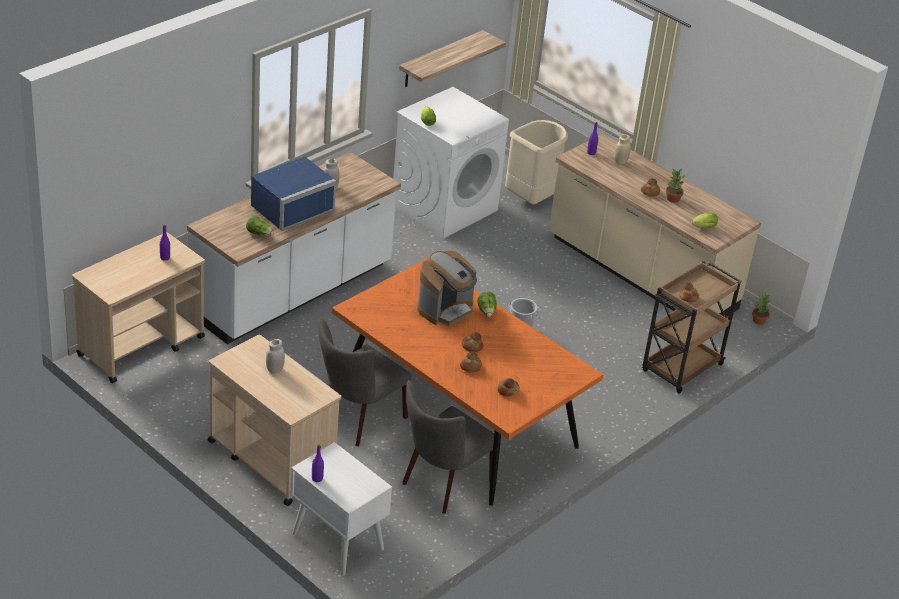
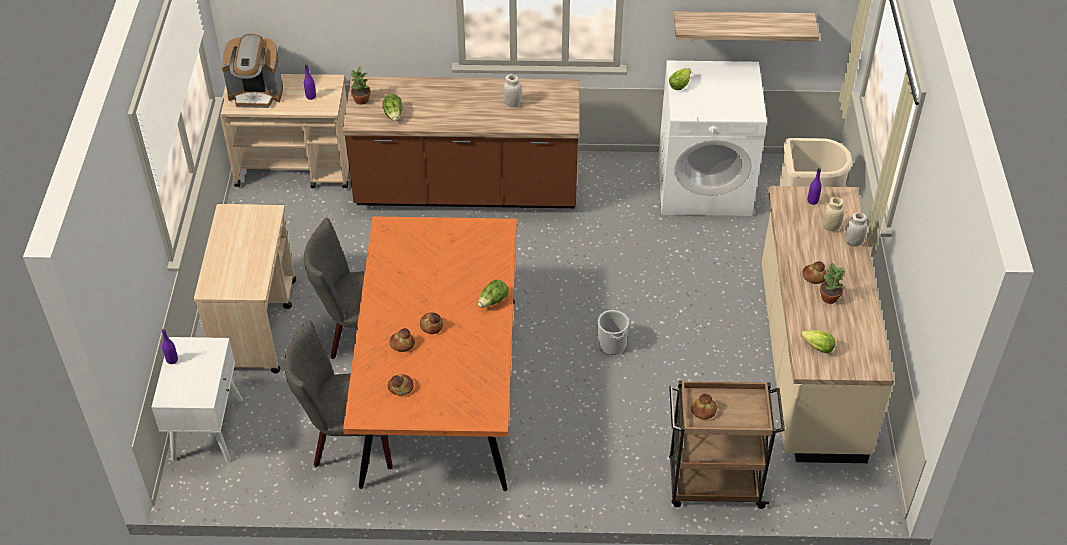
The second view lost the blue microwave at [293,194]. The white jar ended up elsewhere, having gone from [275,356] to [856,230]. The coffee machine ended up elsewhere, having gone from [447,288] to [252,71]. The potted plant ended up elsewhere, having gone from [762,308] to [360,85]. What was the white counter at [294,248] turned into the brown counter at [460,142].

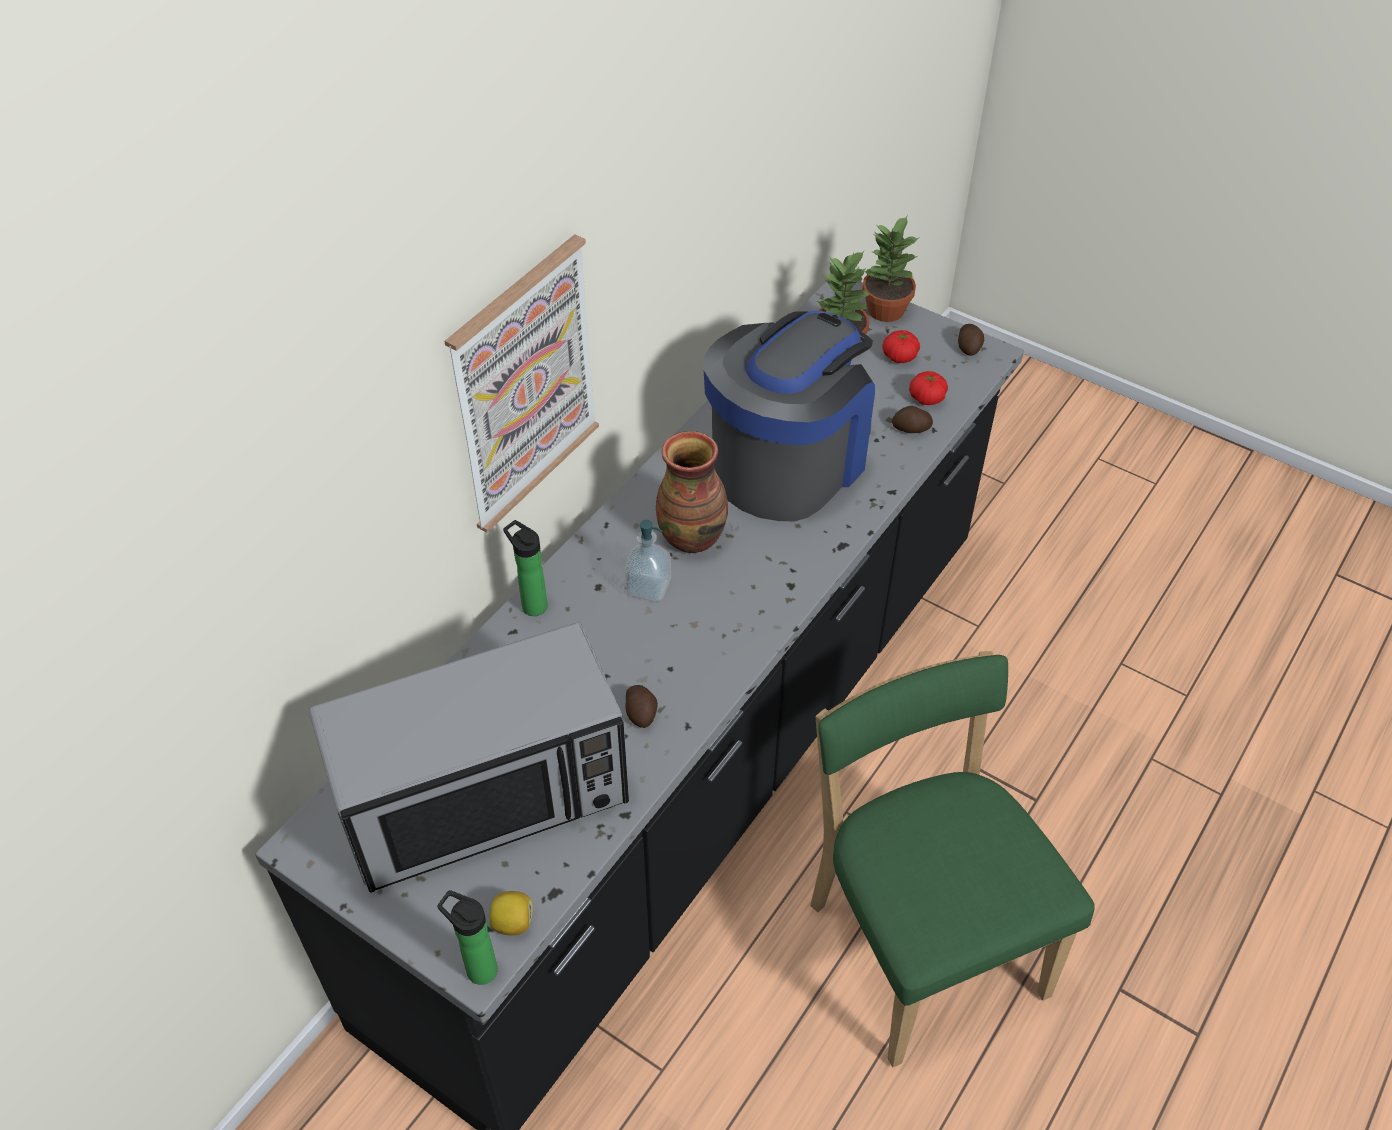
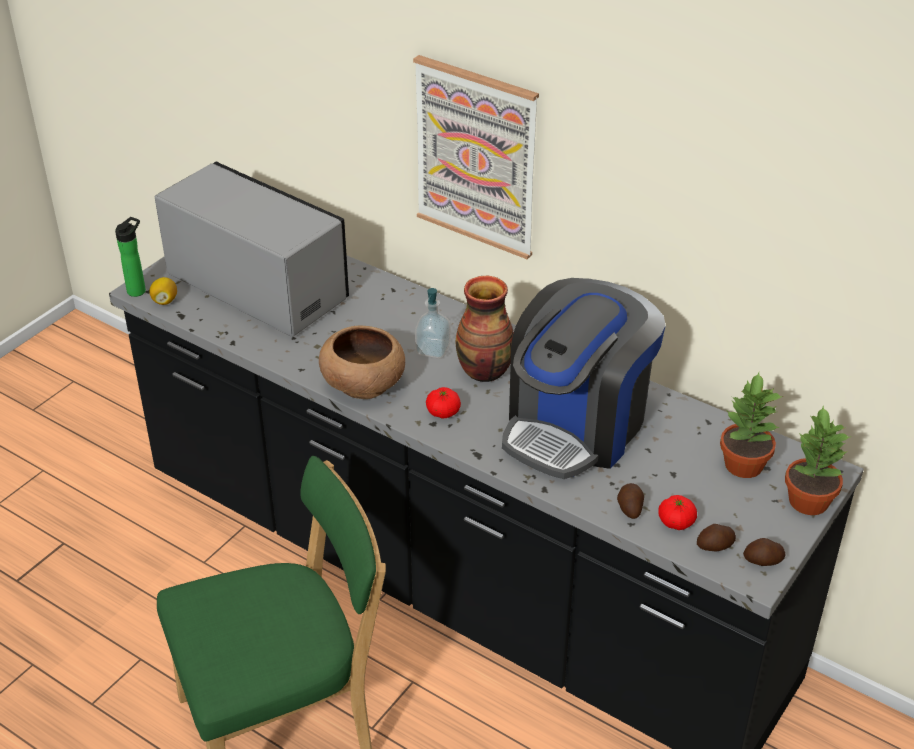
The second view lost the bottle at [525,568]. The second view gained the brown bowl at [362,362]. The potato ended up elsewhere, having gone from [641,706] to [716,538]. The tomato ended up elsewhere, having gone from [901,346] to [443,403]. The microwave at [469,757] ended up facing another way, 150 degrees clockwise from before. The coffee machine at [789,416] ended up facing another way, 90 degrees clockwise from before.

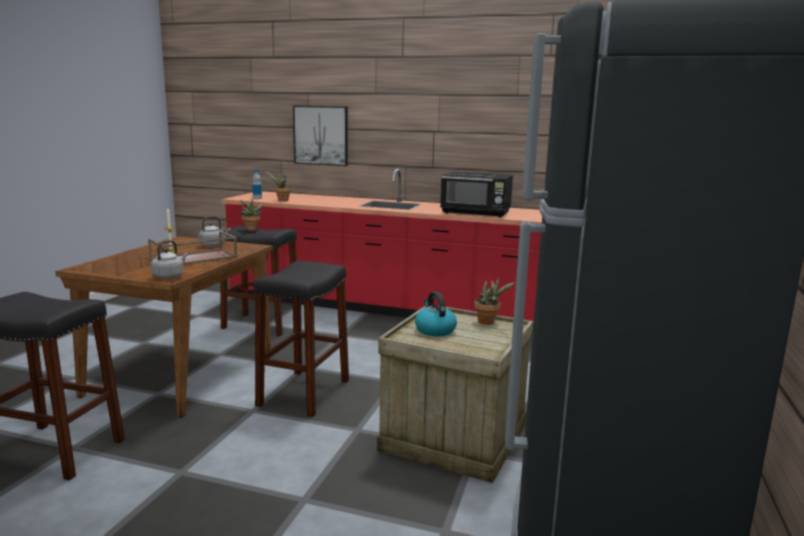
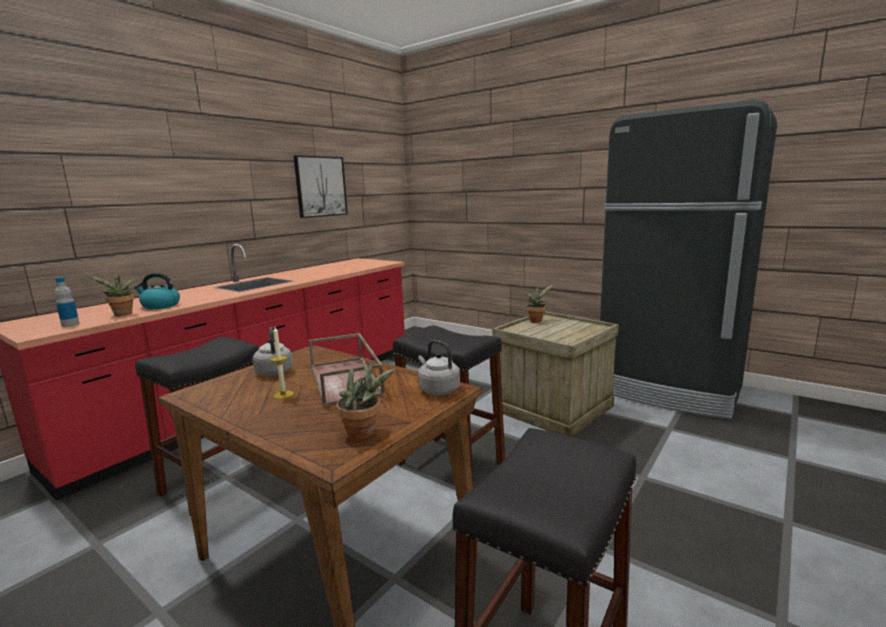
The second view lost the black microwave at [476,195]. The potted plant ended up elsewhere, having gone from [252,215] to [366,399]. The picture ended up elsewhere, having gone from [320,136] to [321,186]. The kettle ended up elsewhere, having gone from [436,314] to [157,291].

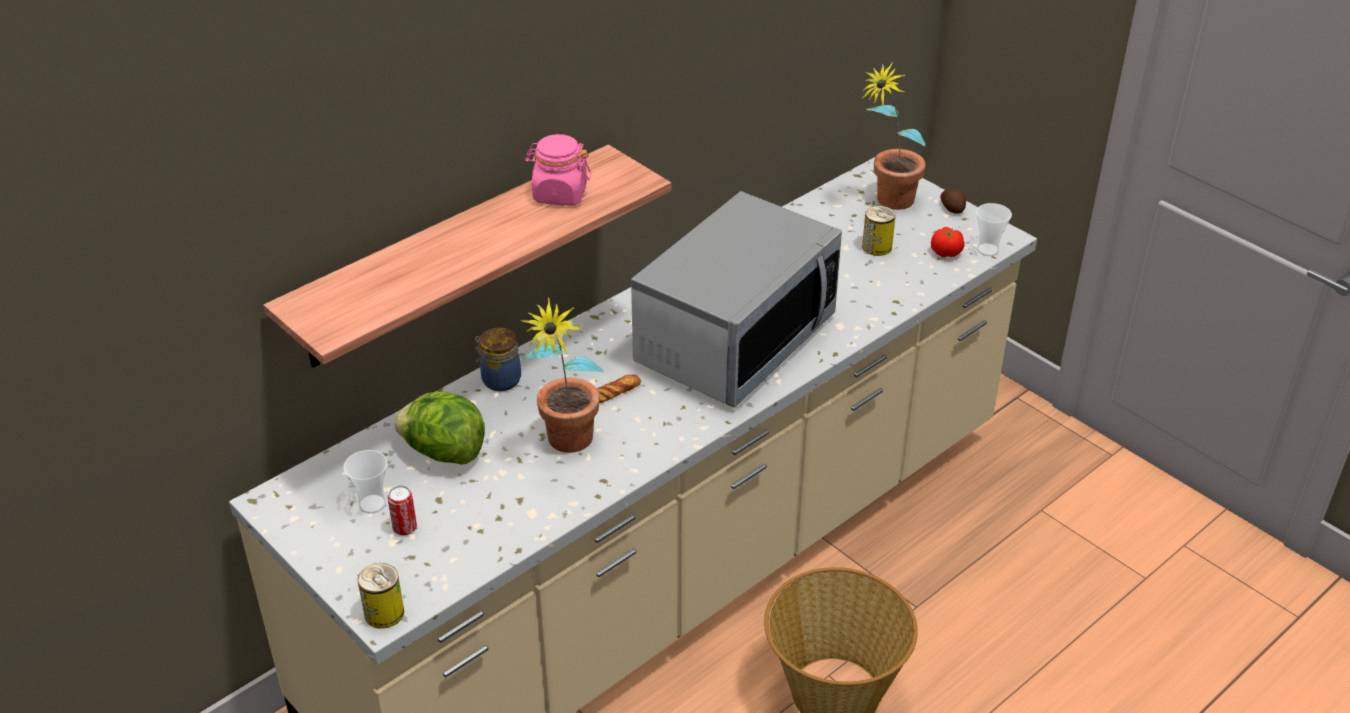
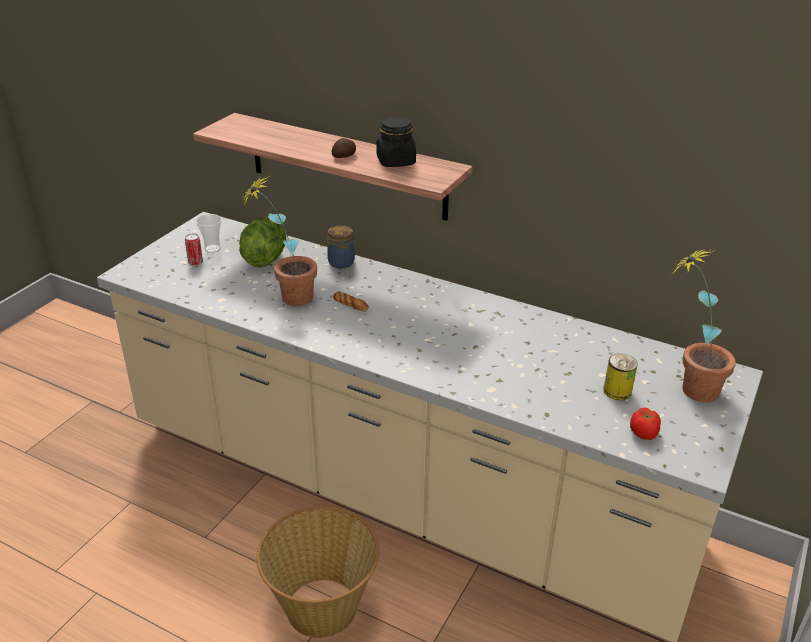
The second view lost the can at [381,596]. The second view lost the microwave at [736,299]. The second view lost the cup at [994,229]. The potato ended up elsewhere, having gone from [953,201] to [343,148]. What was the pink jar at [558,169] turned into the black jar at [396,142].

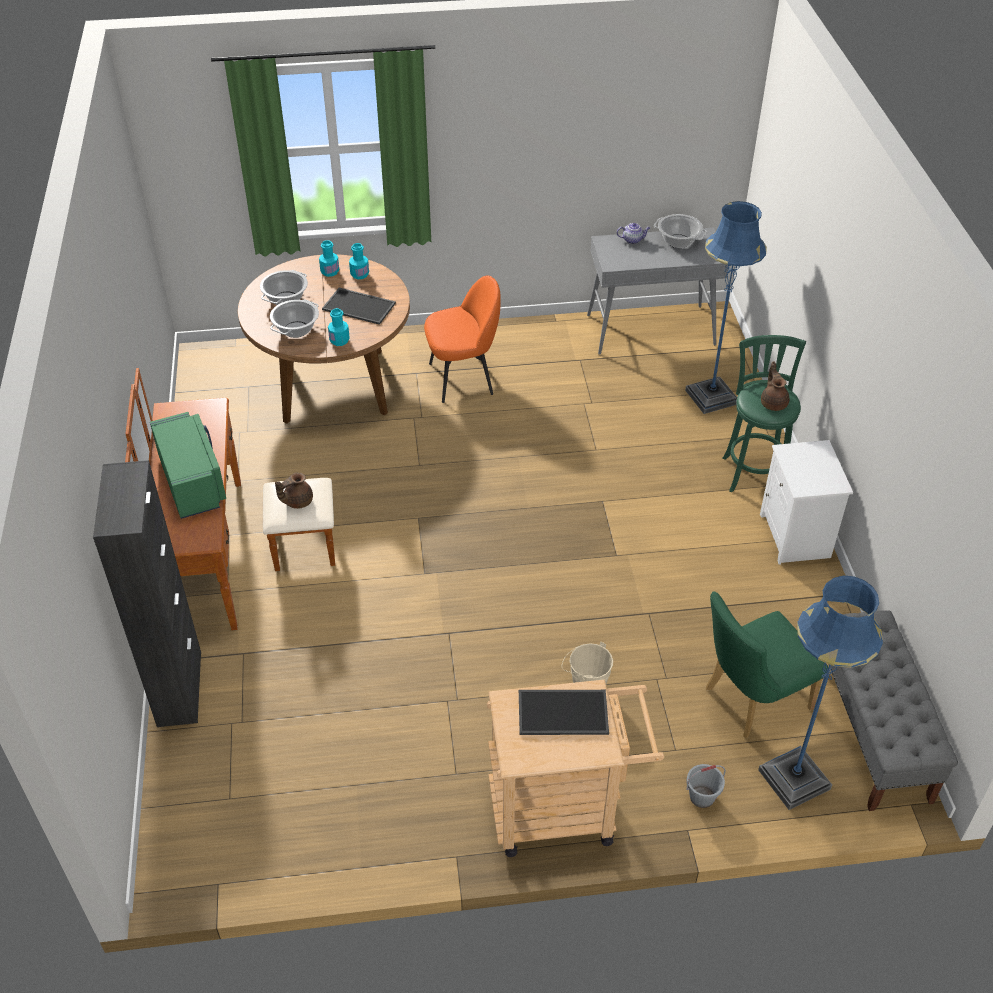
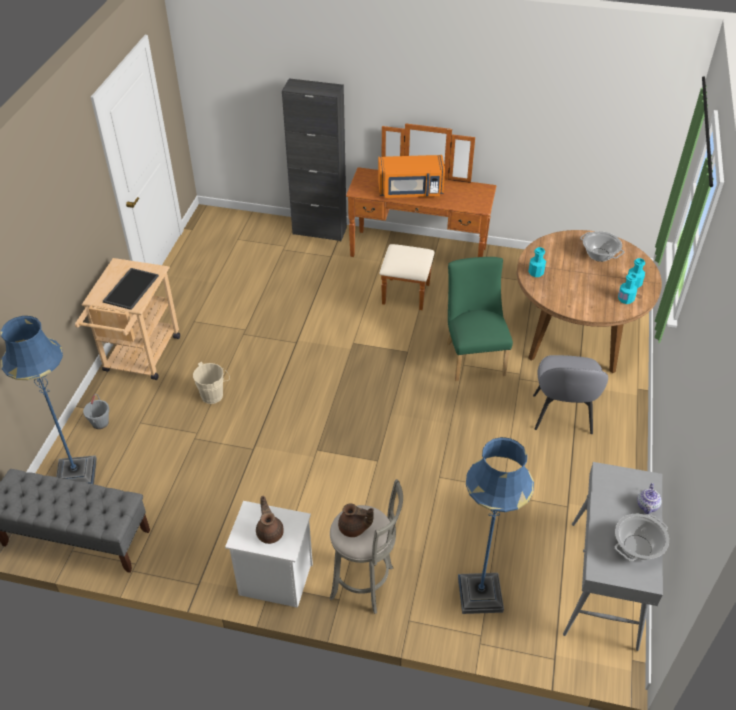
The second view lost the cooking pot at [294,319]. The second view lost the tray at [359,306]. The brown teapot ended up elsewhere, having gone from [294,490] to [270,520]. The green chair ended up elsewhere, having gone from [767,665] to [480,319]. What was the green microwave at [188,465] turned into the orange microwave at [411,176]. What was the orange chair at [462,339] turned into the grey chair at [570,394]. What was the green stool at [764,414] turned into the grey stool at [366,546].

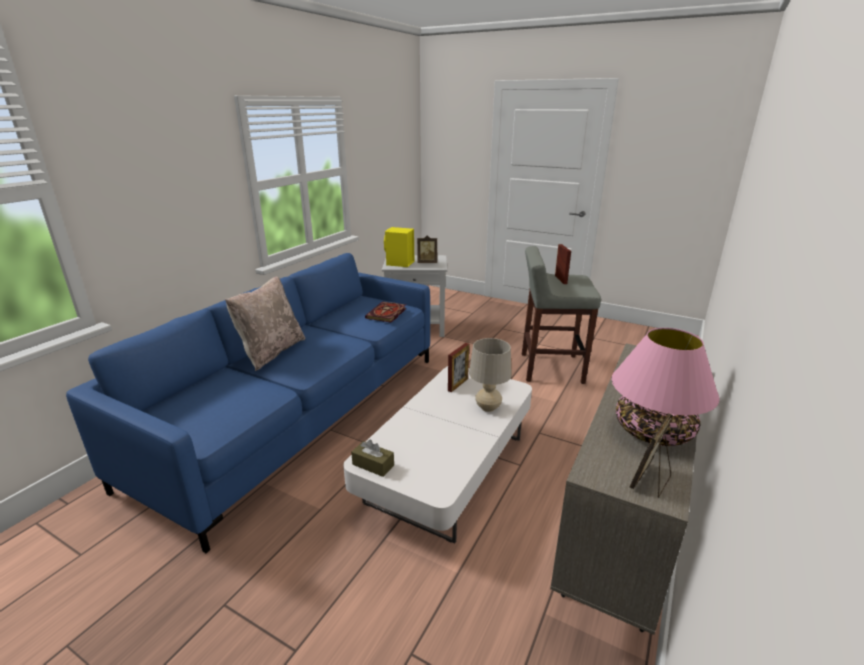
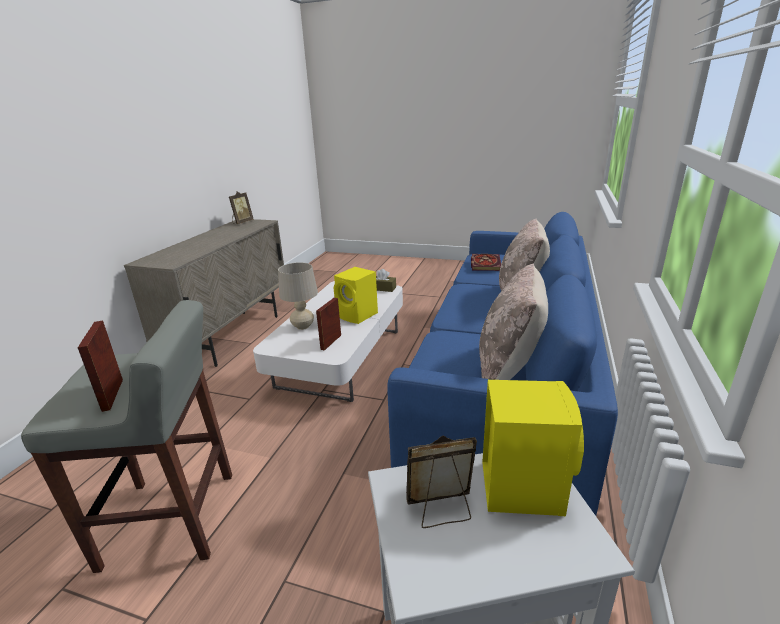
The second view lost the pink table lamp at [666,387]. The second view gained the yellow speaker at [356,295]. The second view gained the beige pillow at [513,321]. The book ended up elsewhere, having gone from [385,312] to [486,262].

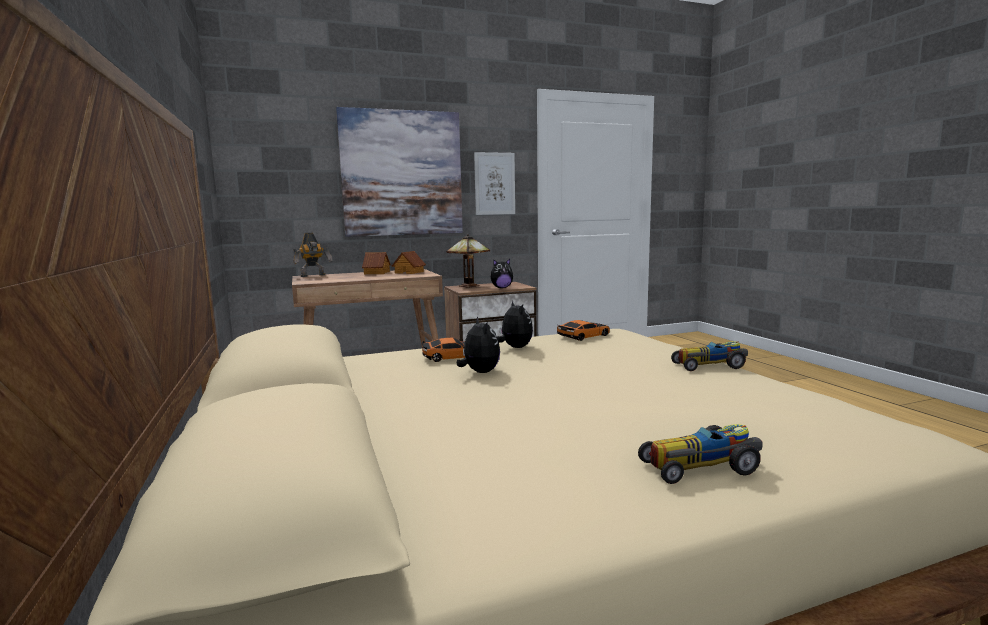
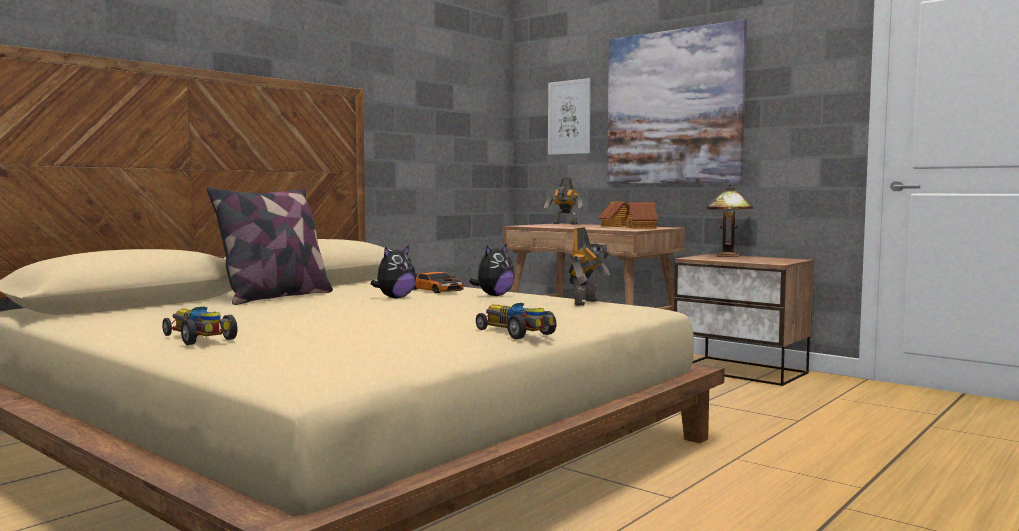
The second view lost the plush toy at [502,273]. The second view gained the pillow at [269,245]. The picture ended up elsewhere, having gone from [494,183] to [569,116]. Where the toy car stood at [583,330], the toy robot came to stand at [590,266].

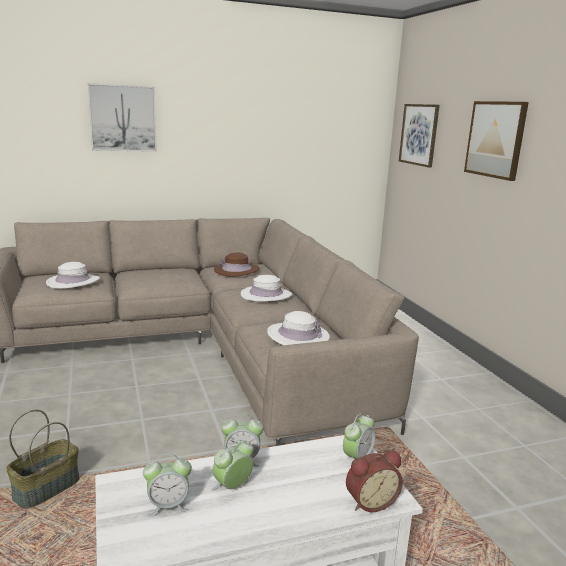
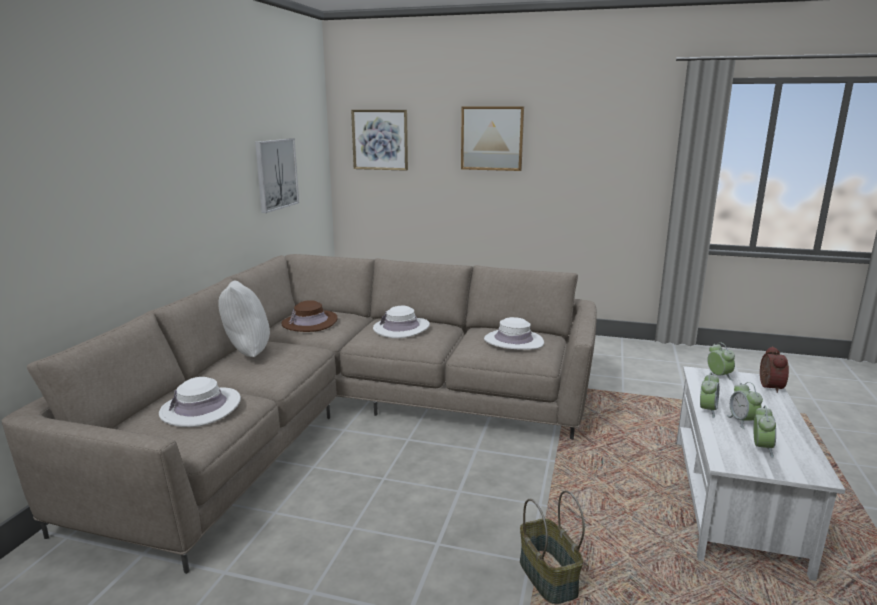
The second view gained the white pillow at [244,319]. The picture ended up elsewhere, having gone from [122,117] to [277,175].

